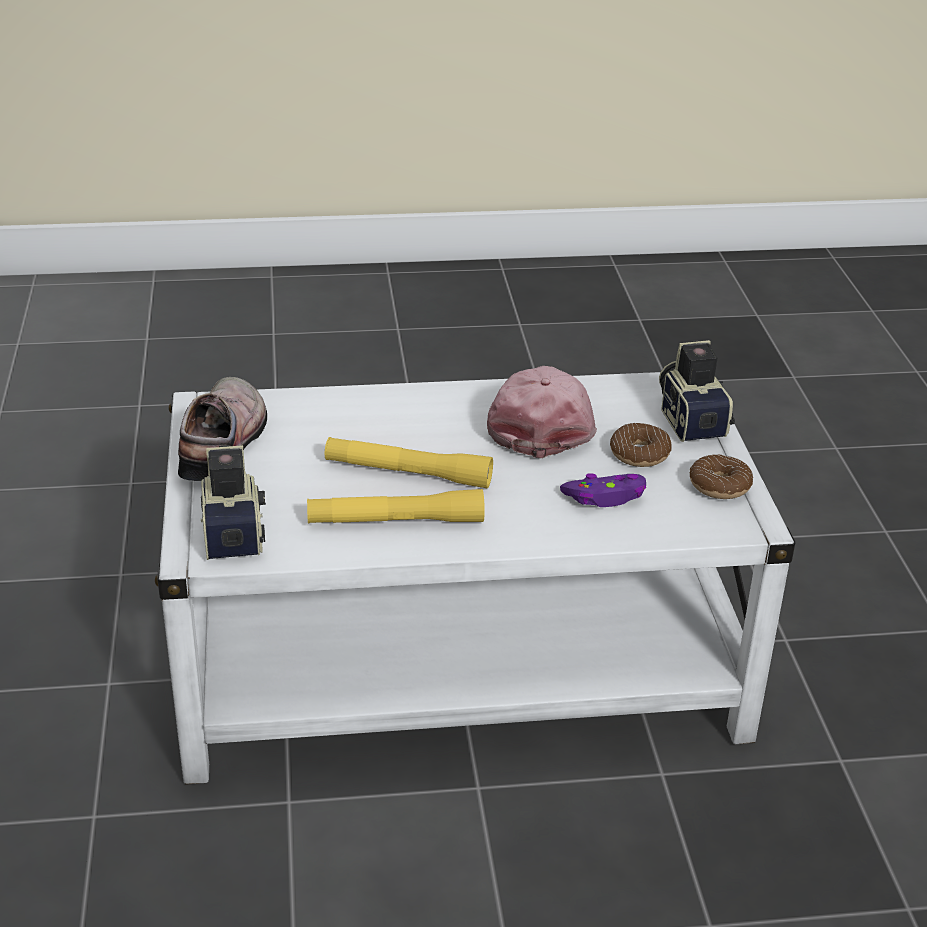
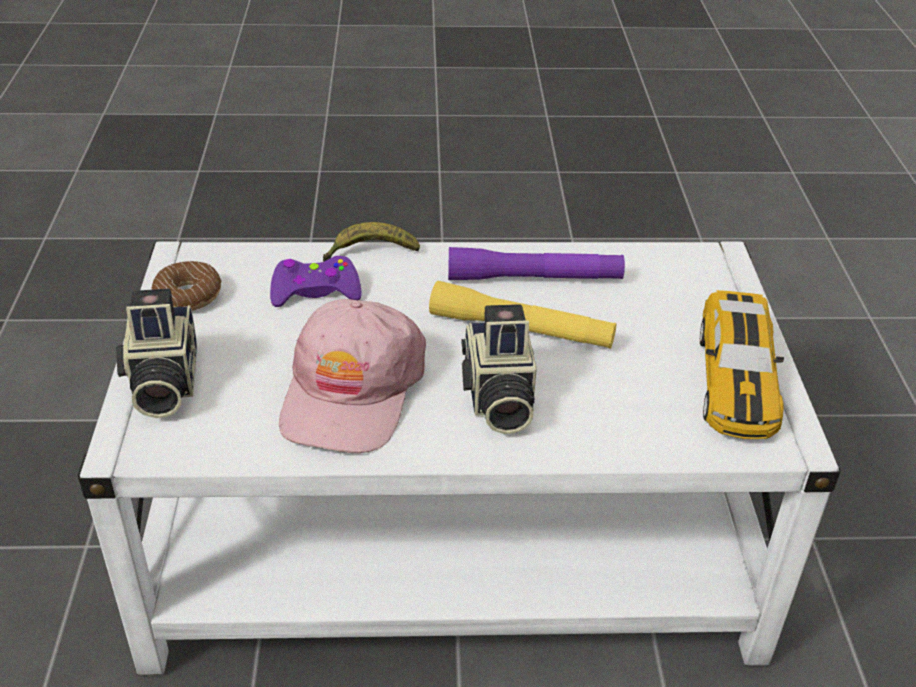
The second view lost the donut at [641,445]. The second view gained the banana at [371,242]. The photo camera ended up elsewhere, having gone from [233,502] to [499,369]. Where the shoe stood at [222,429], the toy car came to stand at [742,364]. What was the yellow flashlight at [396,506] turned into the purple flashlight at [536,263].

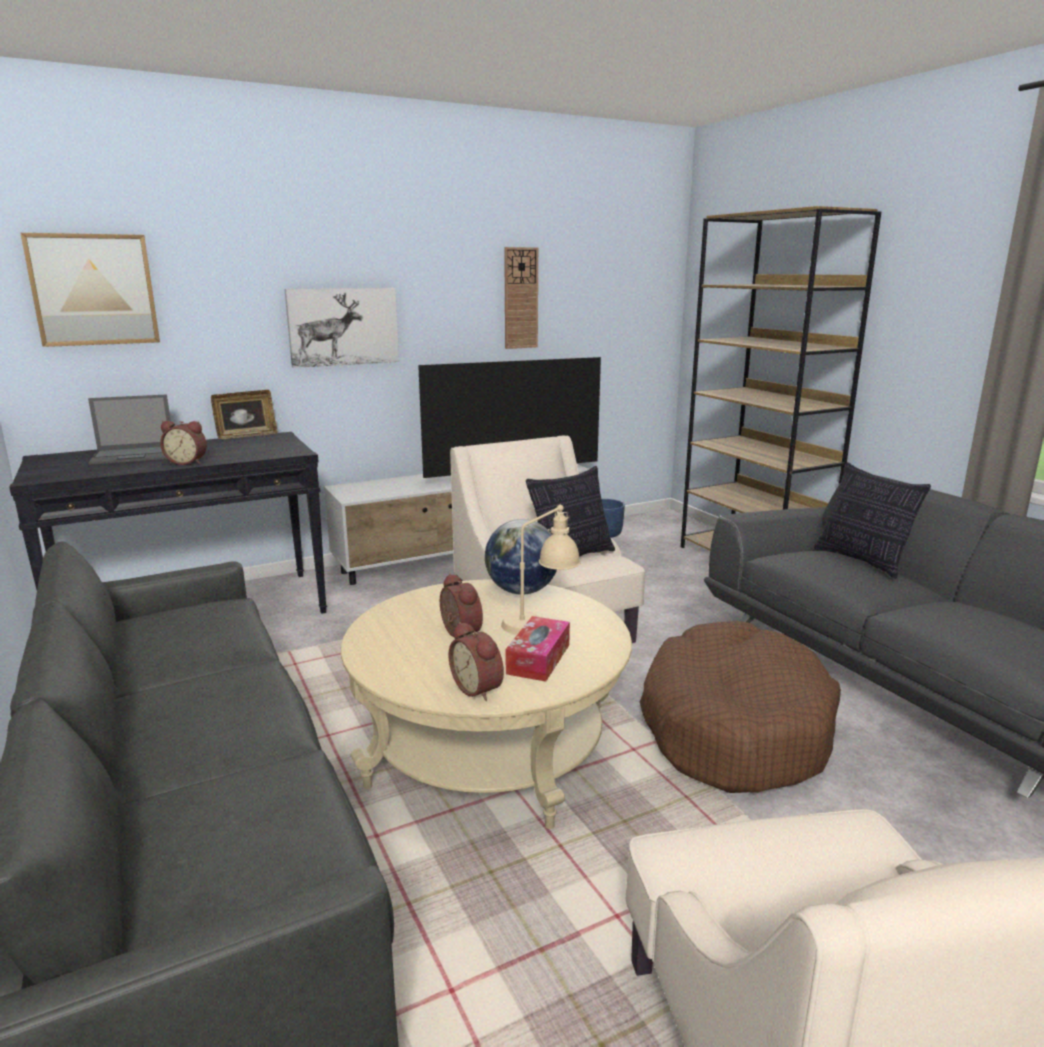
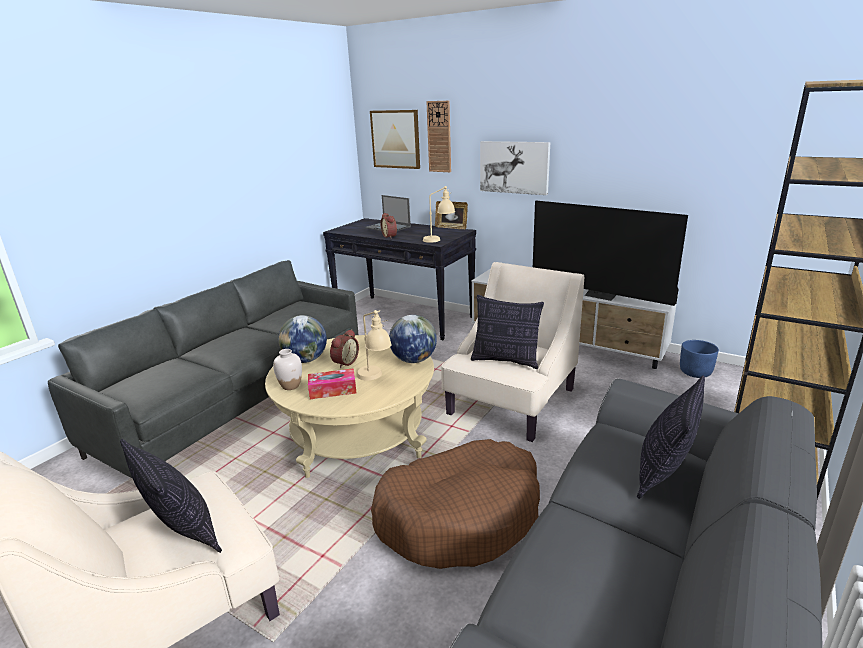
The second view gained the pillow at [171,496]. The second view gained the globe at [302,339]. The second view gained the beige table lamp at [439,214]. The wall clock ended up elsewhere, having gone from [521,298] to [438,136]. Where the alarm clock stood at [476,661], the white vase came to stand at [287,369].

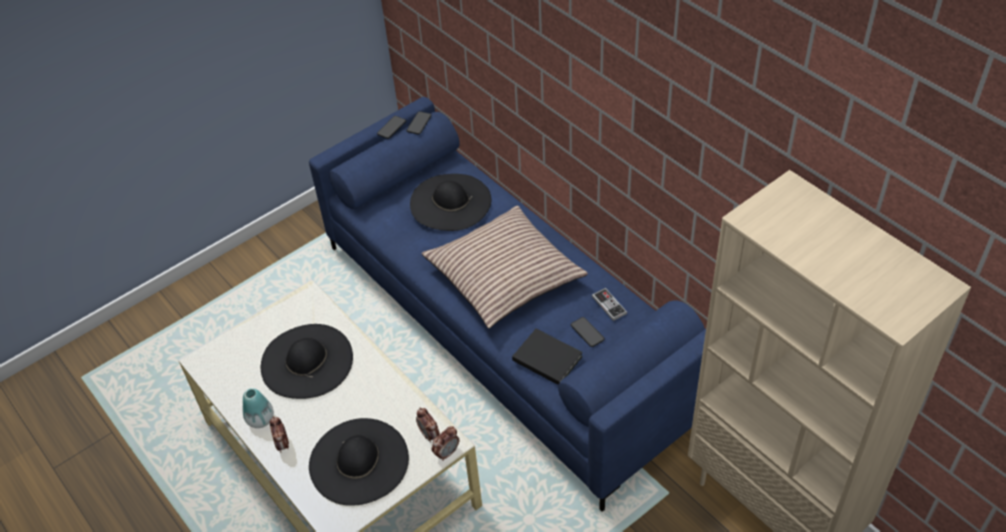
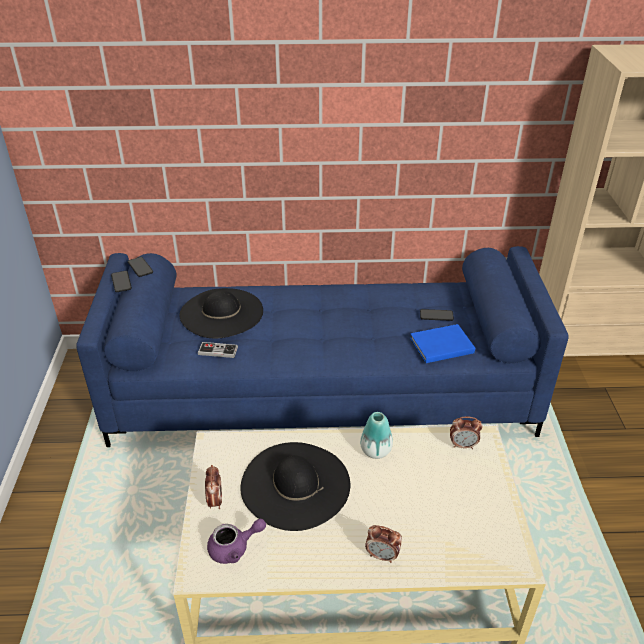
The second view lost the black hat at [359,462]. The second view lost the pillow at [505,267]. The second view gained the purple teapot at [236,541]. The vase ended up elsewhere, having gone from [258,408] to [376,435]. The alarm clock ended up elsewhere, having gone from [445,443] to [213,487]. The game controller ended up elsewhere, having gone from [609,304] to [218,350]. What was the black book at [547,357] turned into the blue book at [442,343].

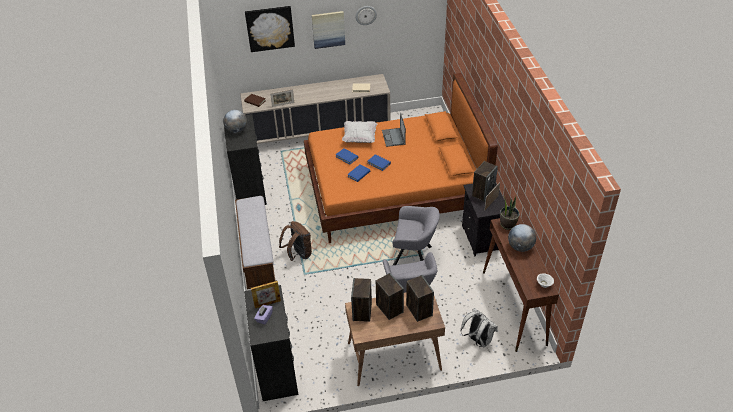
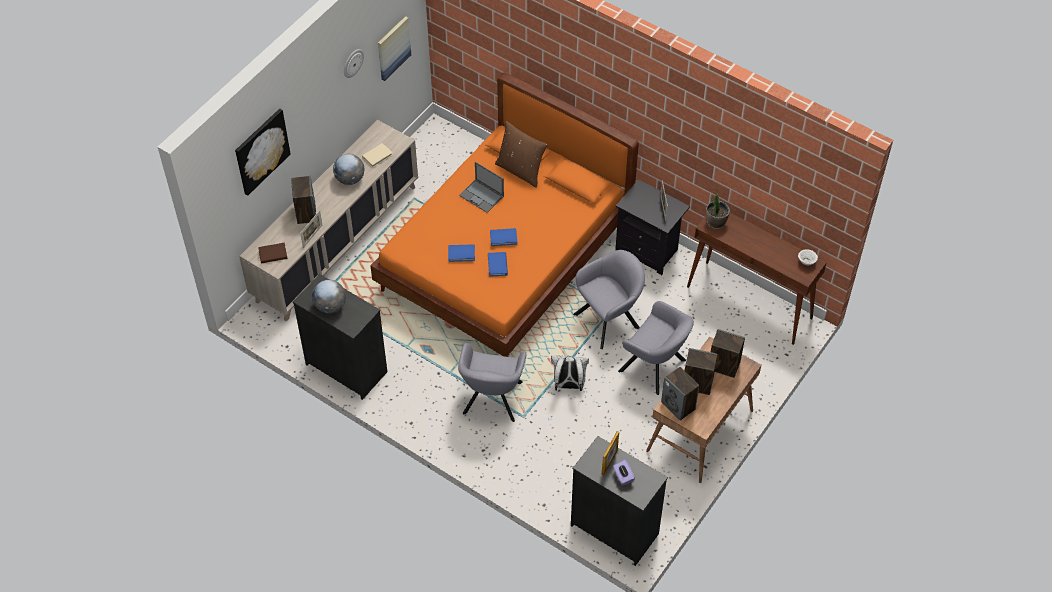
The second view lost the bench at [255,242]. The second view lost the white pillow at [359,132]. The second view gained the brown pillow at [521,154]. The picture ended up elsewhere, having gone from [328,30] to [394,48]. The white backpack ended up elsewhere, having gone from [479,327] to [570,373]. The speaker ended up elsewhere, having gone from [485,181] to [303,200]. The globe ended up elsewhere, having gone from [522,238] to [348,169]. Where the brown backpack stood at [295,241], the grey armchair came to stand at [492,382].

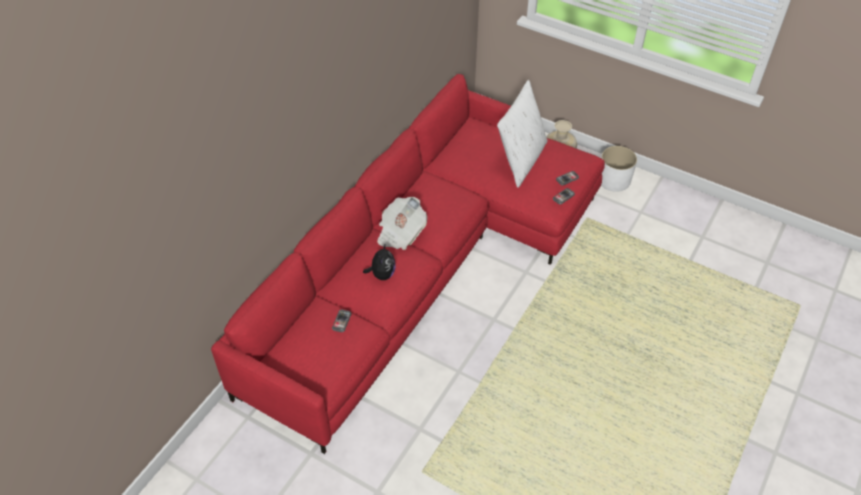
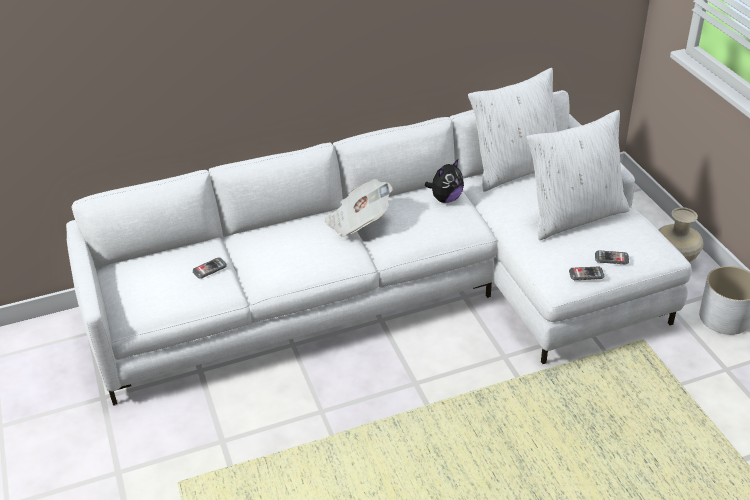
The second view gained the white pillow at [512,130]. The plush toy ended up elsewhere, having gone from [379,261] to [444,181]. What was the red sofa at [408,264] turned into the white sofa at [379,248].

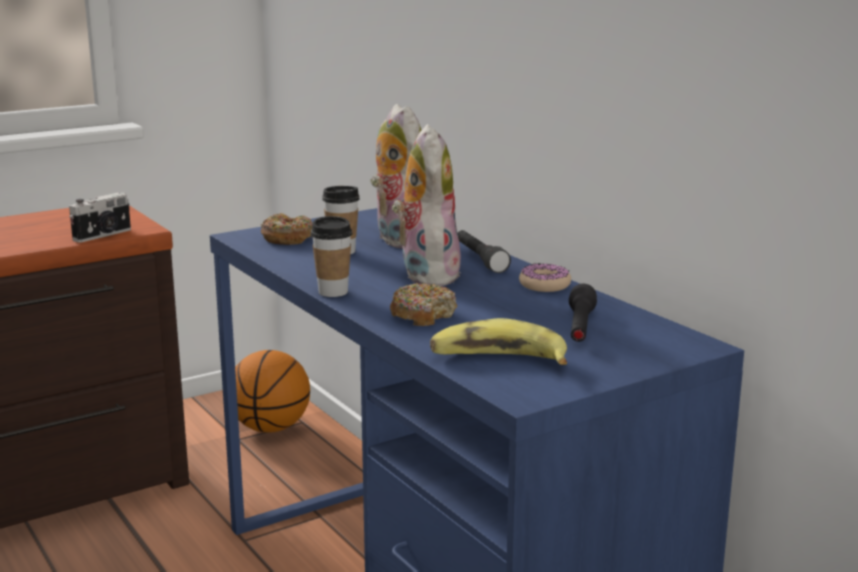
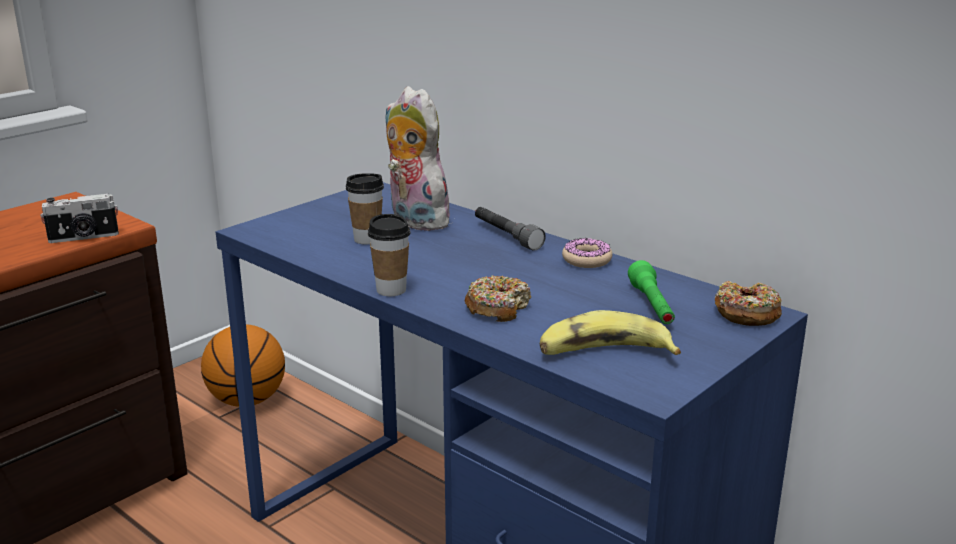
The second view lost the plush toy at [427,205]. The donut ended up elsewhere, having gone from [287,229] to [748,303]. What was the black flashlight at [583,313] turned into the green flashlight at [651,292]. The photo camera at [100,217] ended up facing another way, 45 degrees clockwise from before.

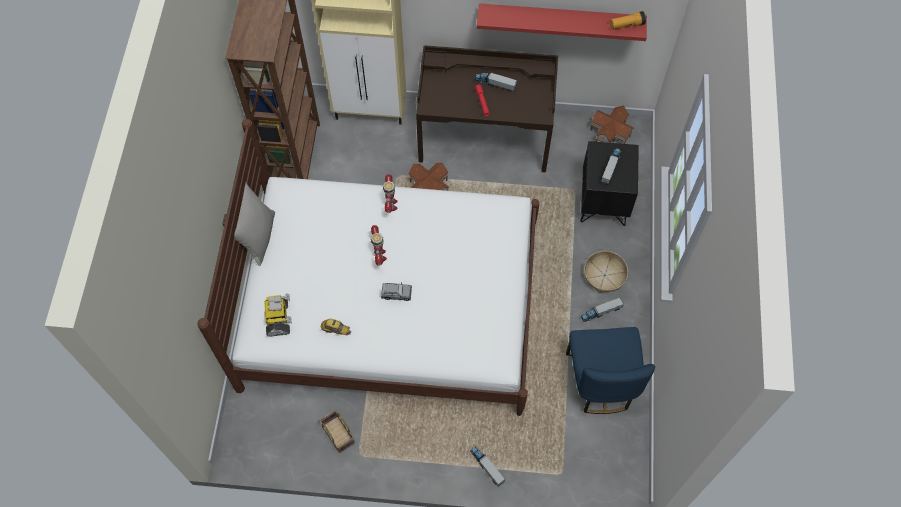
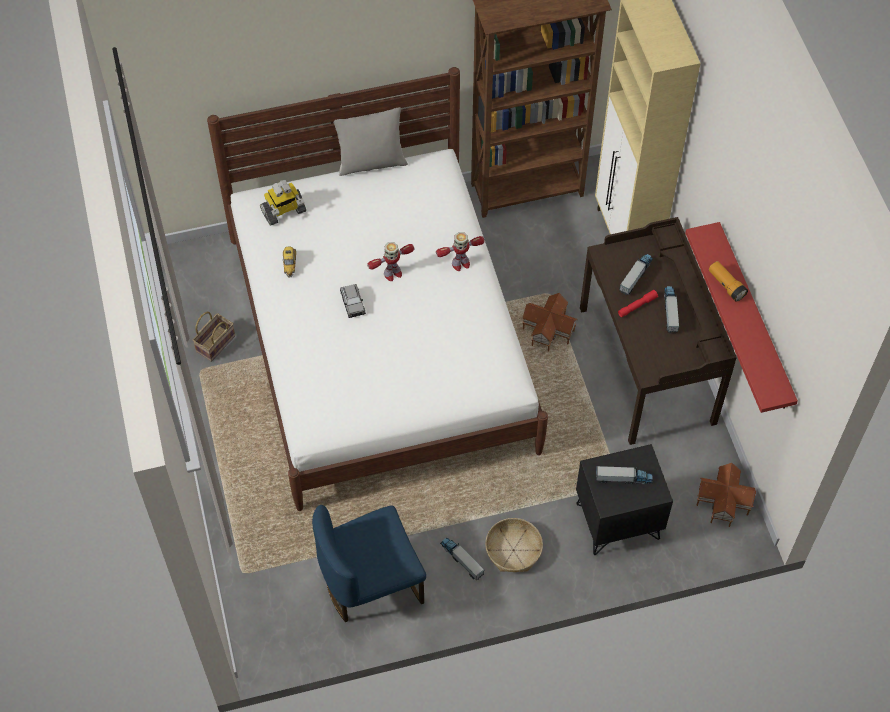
The toy truck ended up elsewhere, having gone from [487,467] to [636,274]. The flashlight ended up elsewhere, having gone from [628,20] to [728,281].

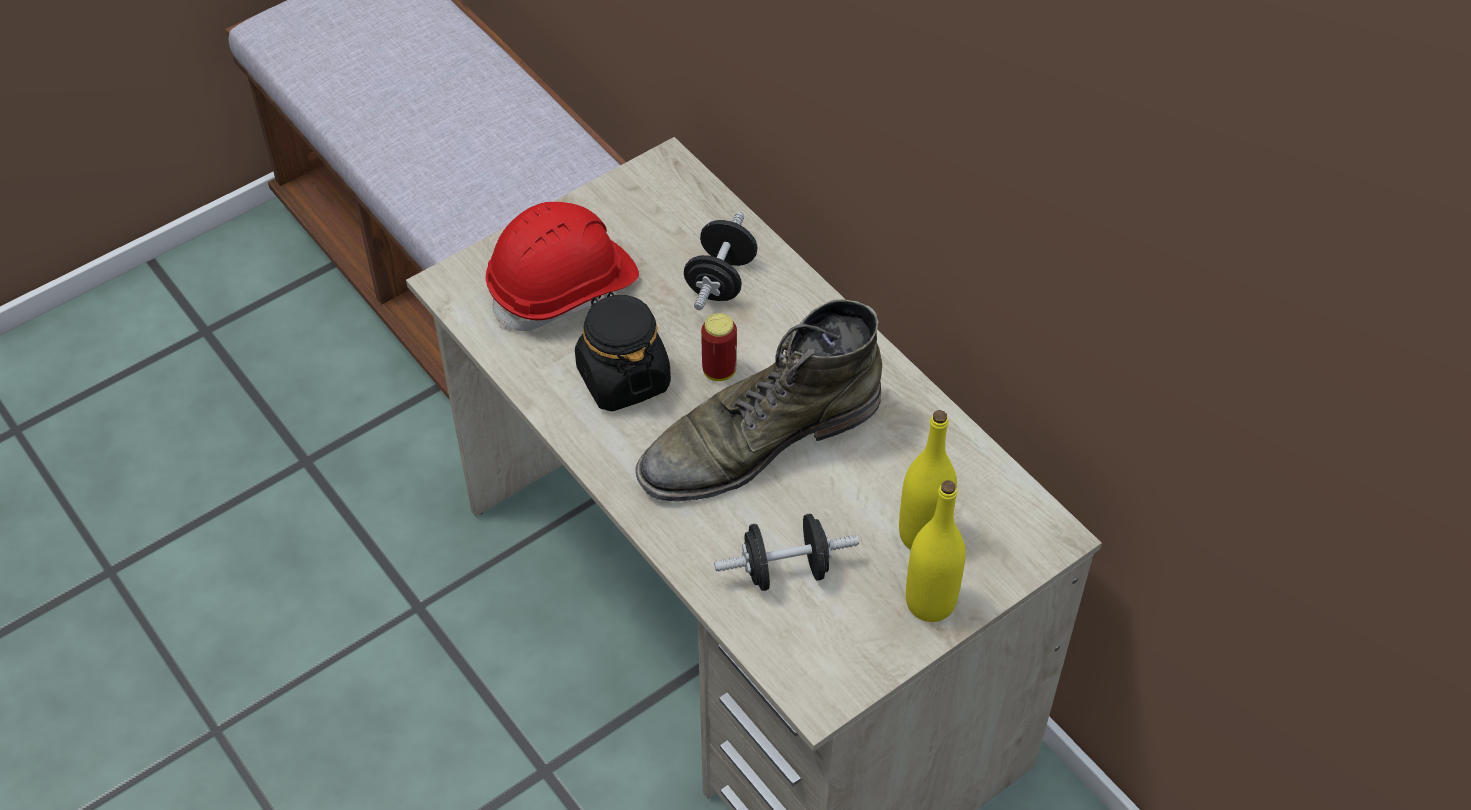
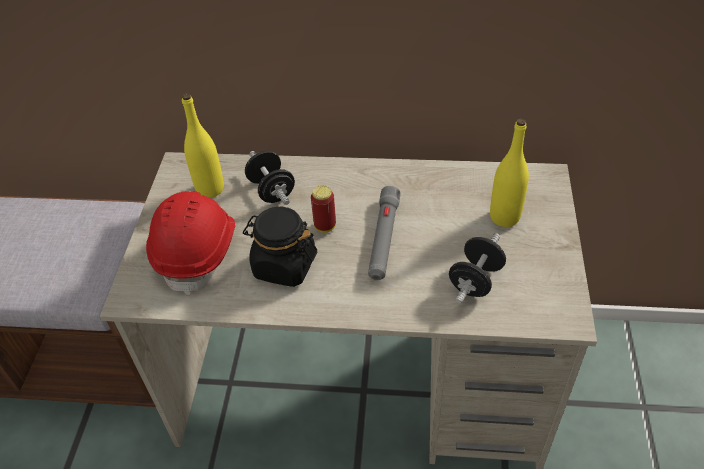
The yellow bottle ended up elsewhere, having gone from [936,551] to [203,145]. Where the green boot stood at [758,400], the grey flashlight came to stand at [384,232].

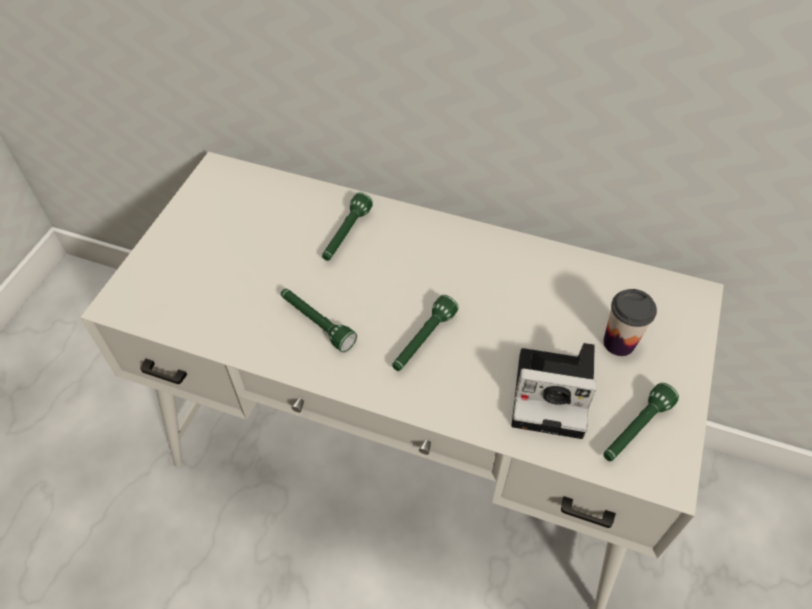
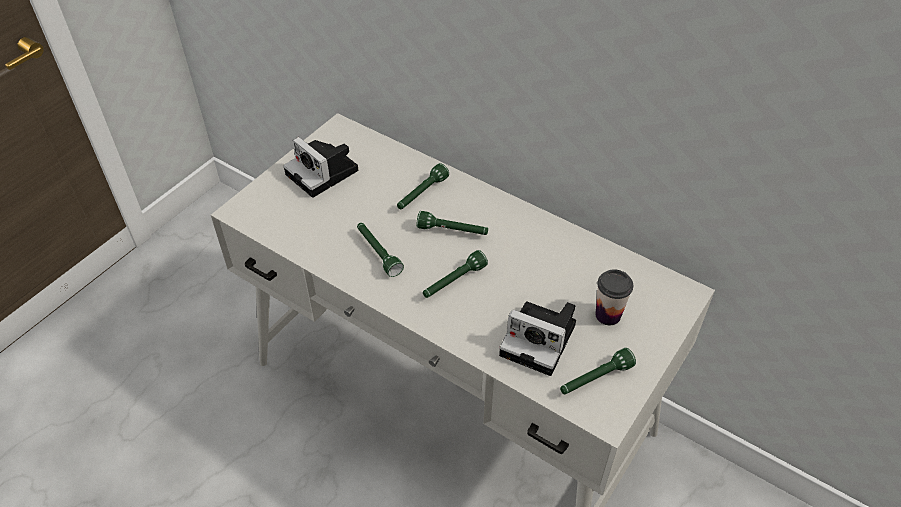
The second view gained the photo camera at [320,167]. The second view gained the green flashlight at [452,223].

